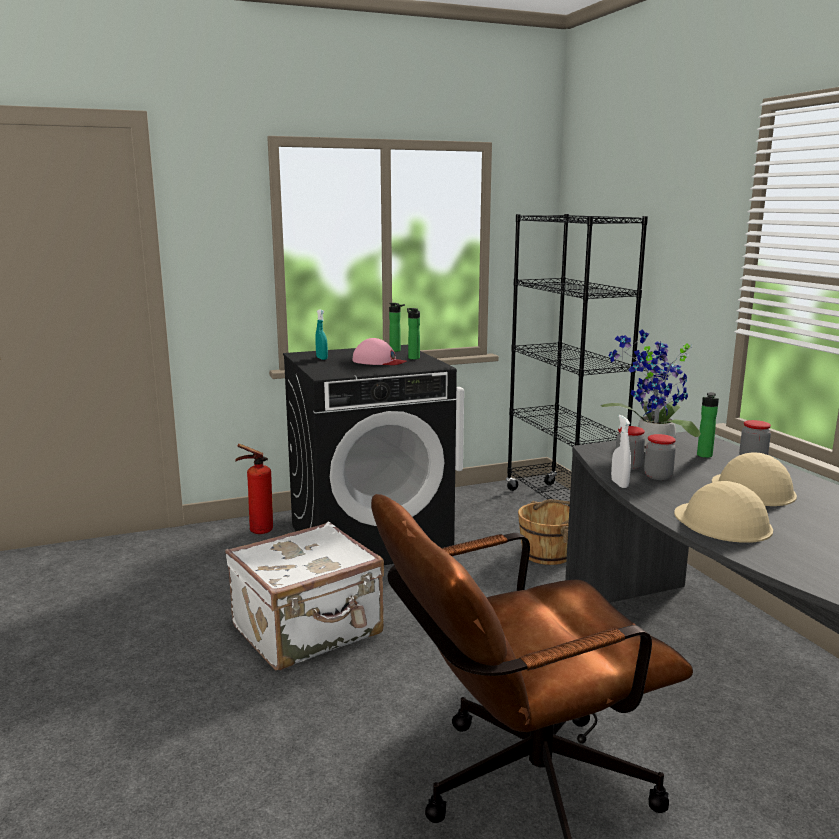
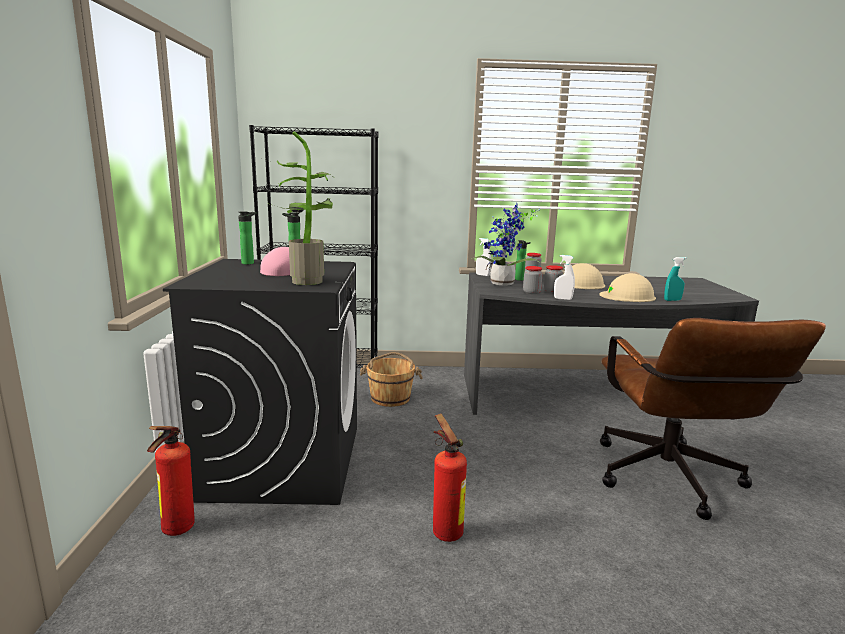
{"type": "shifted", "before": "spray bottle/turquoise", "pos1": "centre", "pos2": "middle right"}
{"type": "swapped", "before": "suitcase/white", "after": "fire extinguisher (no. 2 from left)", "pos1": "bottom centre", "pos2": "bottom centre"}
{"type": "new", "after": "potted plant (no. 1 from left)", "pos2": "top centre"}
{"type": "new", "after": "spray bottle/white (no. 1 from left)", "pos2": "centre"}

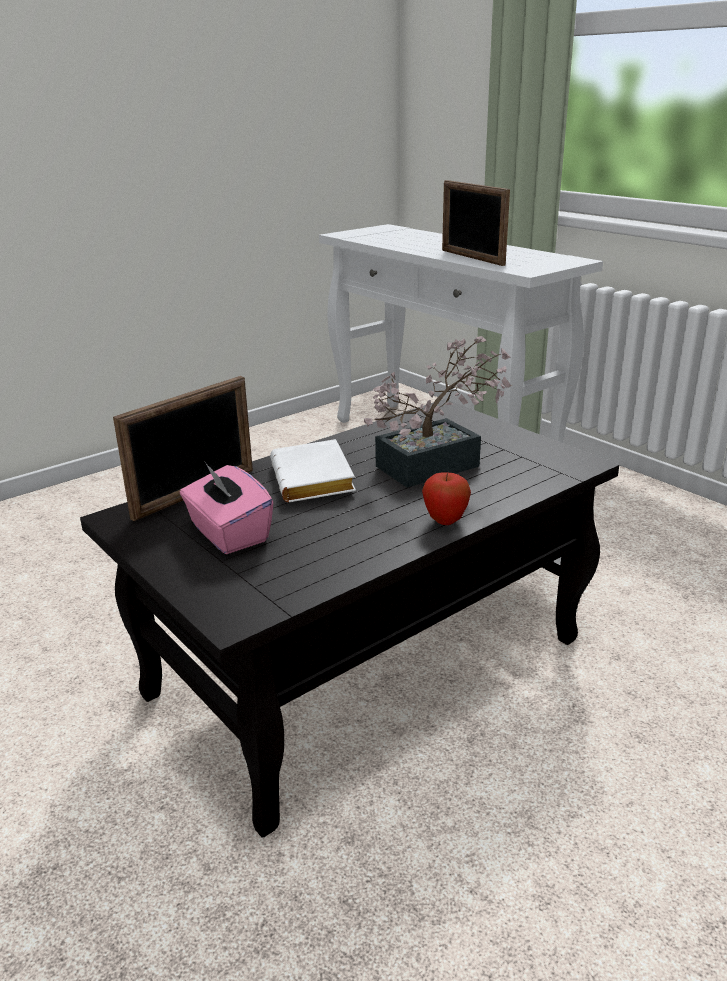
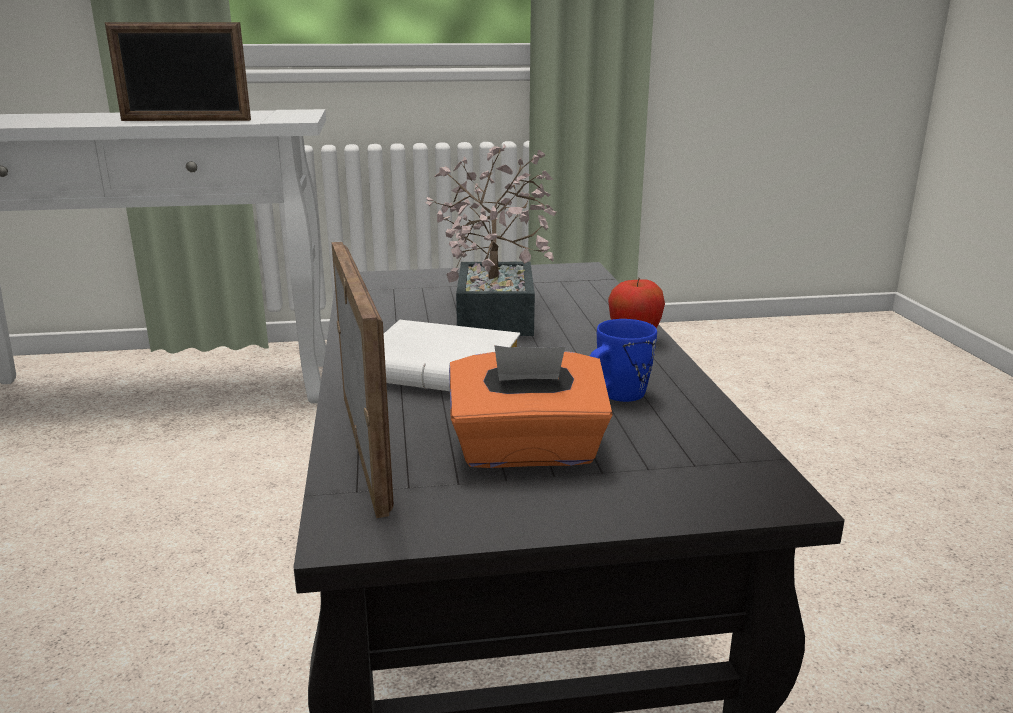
{"type": "repainted", "before": "tissue box/pink", "after": "tissue box/orange", "pos1": "middle left", "pos2": "centre"}
{"type": "new", "after": "mug/blue", "pos2": "centre"}

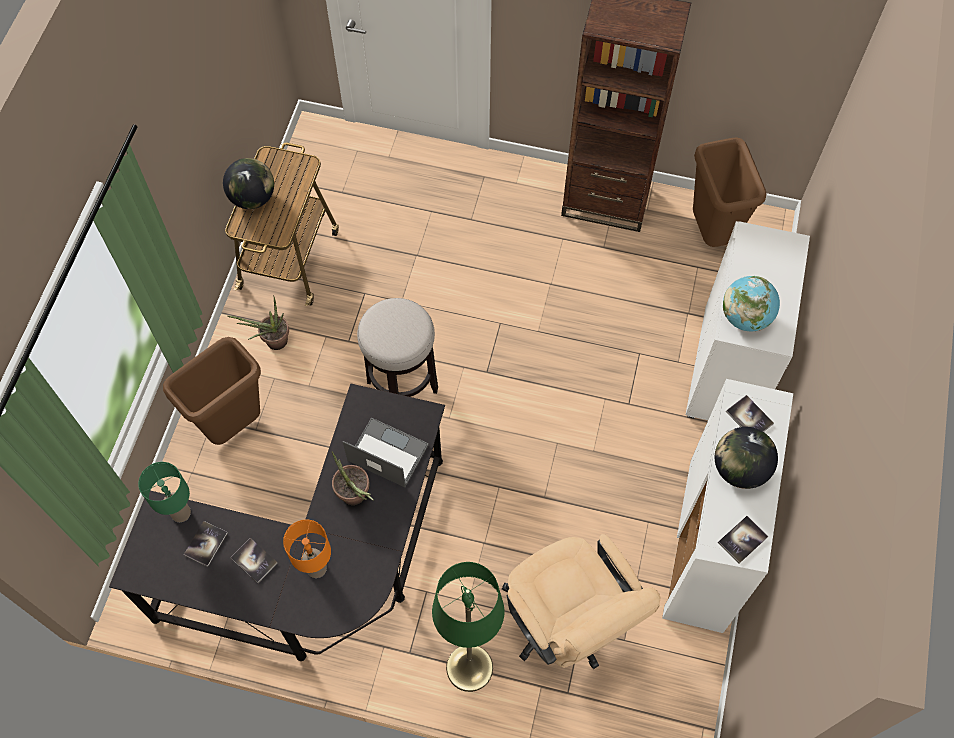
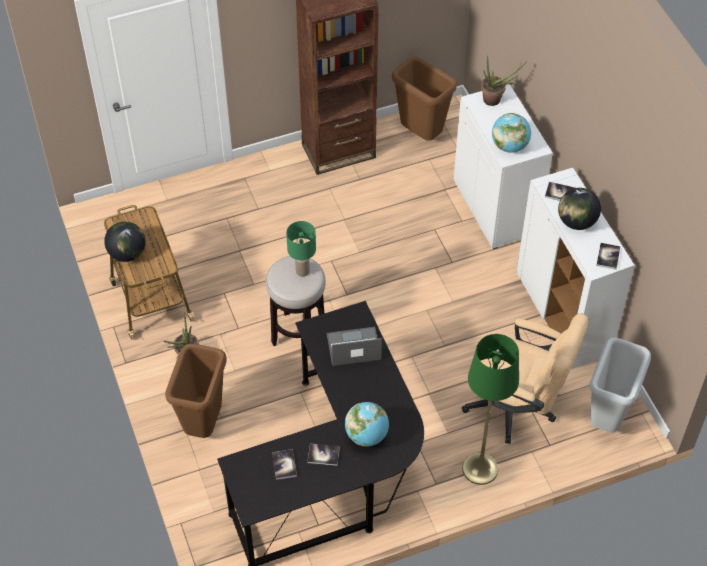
{"type": "shifted", "before": "potted plant (no. 2 from left)", "pos1": "centre", "pos2": "top right"}
{"type": "shifted", "before": "table lamp/green", "pos1": "bottom left", "pos2": "centre"}
{"type": "swapped", "before": "table lamp/orange", "after": "globe (no. 2 from left)", "pos1": "bottom left", "pos2": "bottom centre"}
{"type": "new", "after": "trash can/grey", "pos2": "bottom right"}

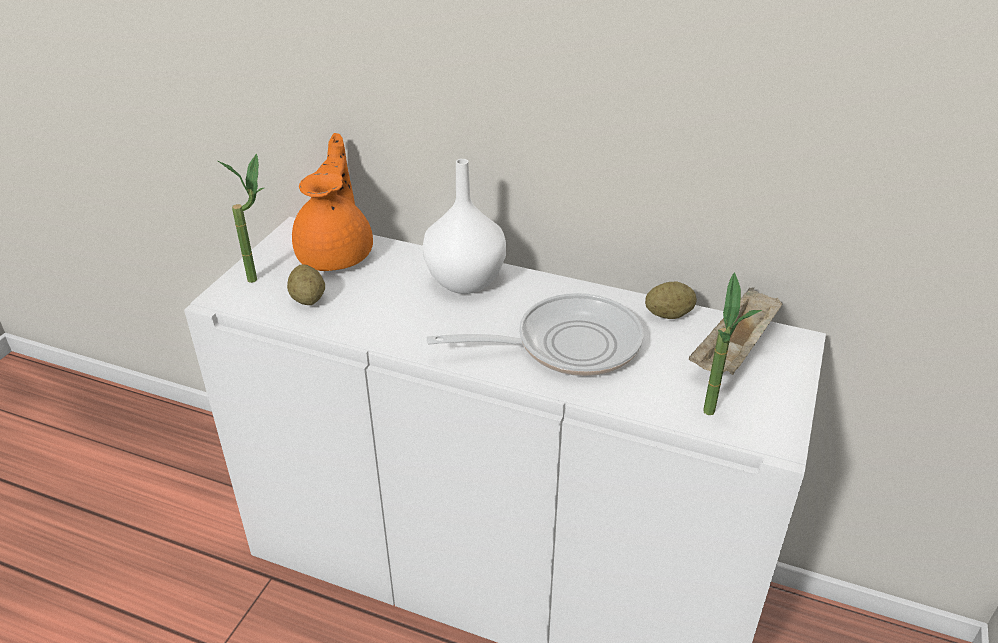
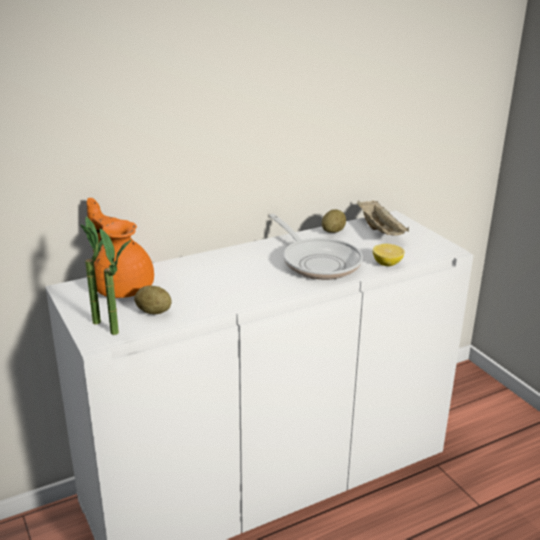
{"type": "gone", "before": "vase/white", "pos1": "centre"}
{"type": "shifted", "before": "potted plant (no. 2 from left)", "pos1": "middle right", "pos2": "middle left"}
{"type": "rotated", "before": "frying pan", "pos1": "centre", "pos2": "centre", "turn": 120}
{"type": "new", "after": "lemon", "pos2": "middle right"}

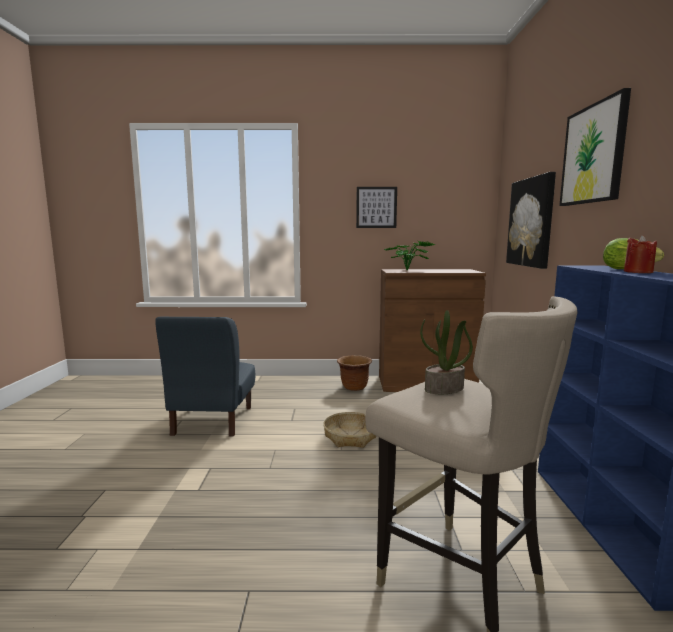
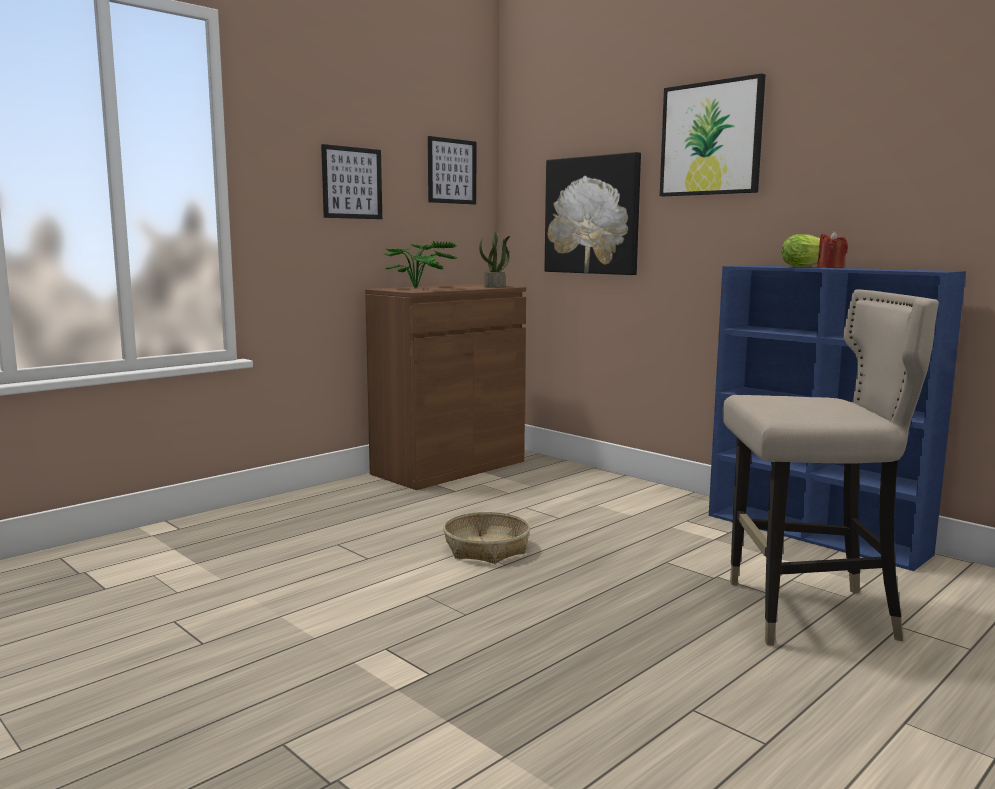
{"type": "shifted", "before": "potted plant (no. 2 from left)", "pos1": "centre", "pos2": "top centre"}
{"type": "gone", "before": "chair/blue", "pos1": "middle left"}
{"type": "gone", "before": "planter/brown", "pos1": "centre"}
{"type": "new", "after": "picture (no. 2 from left)", "pos2": "top centre"}

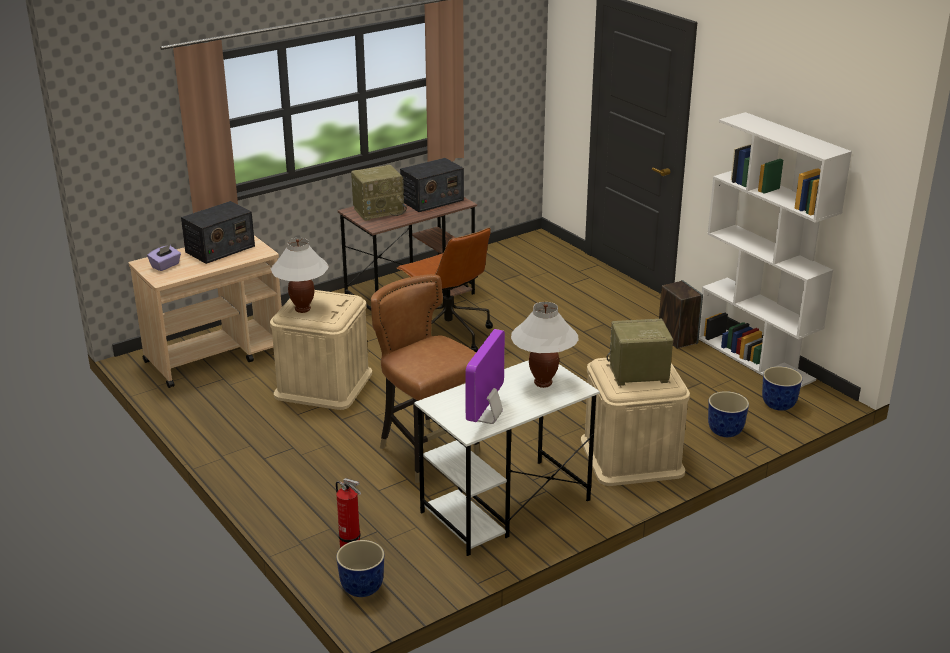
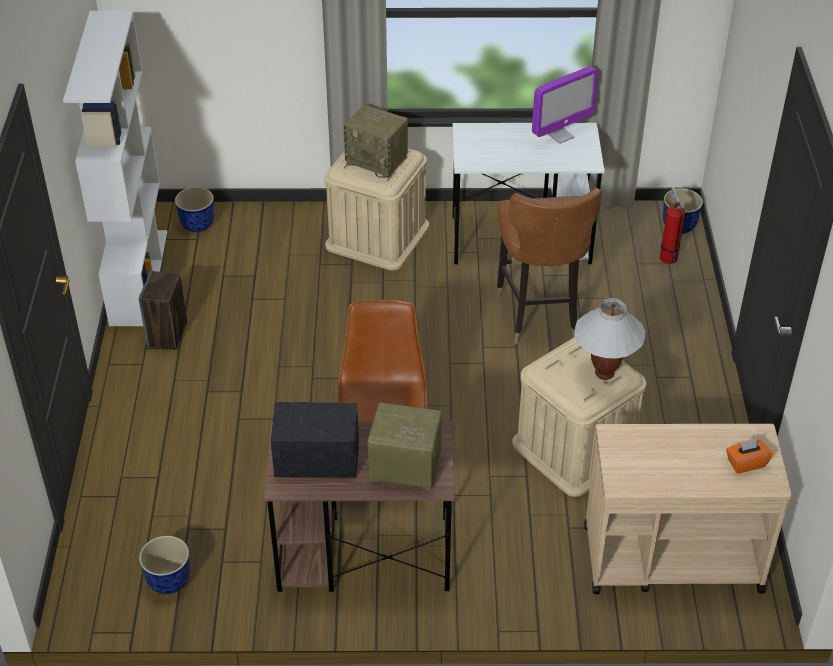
{"type": "gone", "before": "radio (no. 1 from left)", "pos1": "middle left"}
{"type": "repainted", "before": "tissue box/purple", "after": "tissue box/orange", "pos1": "middle left", "pos2": "bottom right"}
{"type": "gone", "before": "table lamp/white (no. 2 from left)", "pos1": "centre"}
{"type": "shifted", "before": "planter (no. 2 from left in the first image)", "after": "planter (no. 1 from left)", "pos1": "middle right", "pos2": "bottom left"}

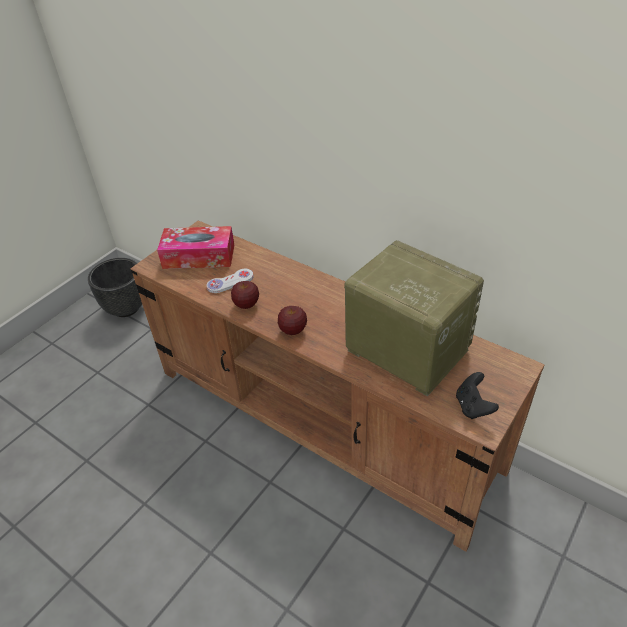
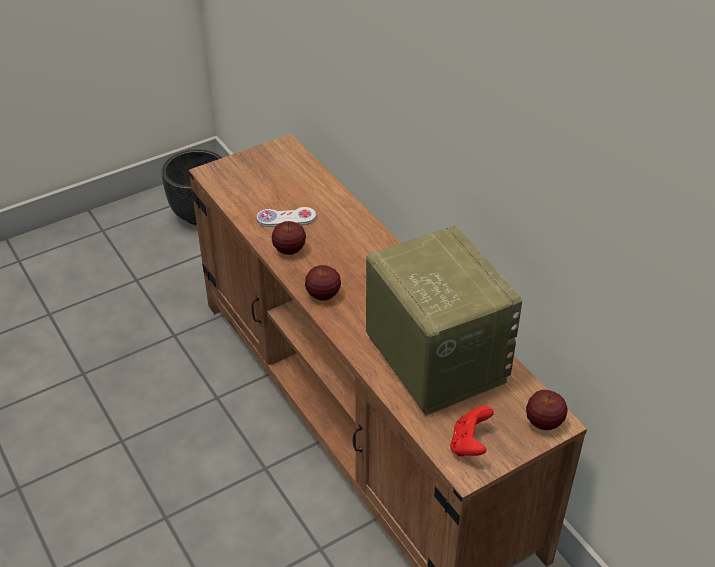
{"type": "gone", "before": "tissue box", "pos1": "middle left"}
{"type": "repainted", "before": "game controller/black", "after": "game controller/red", "pos1": "middle right", "pos2": "bottom centre"}
{"type": "new", "after": "apple (no. 3 from left)", "pos2": "bottom right"}

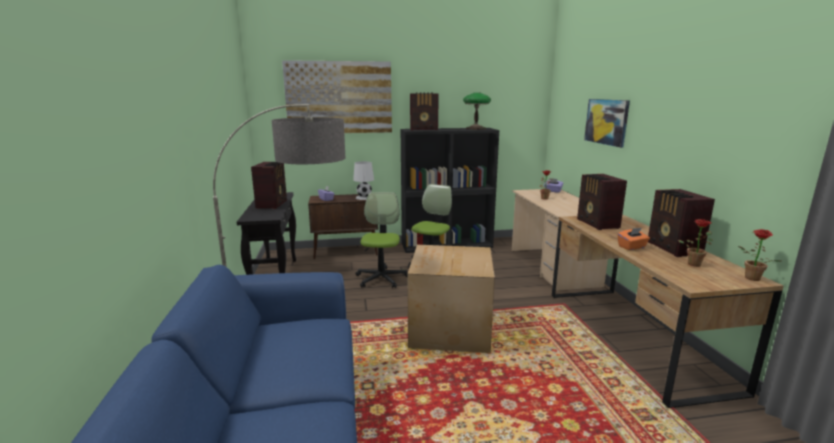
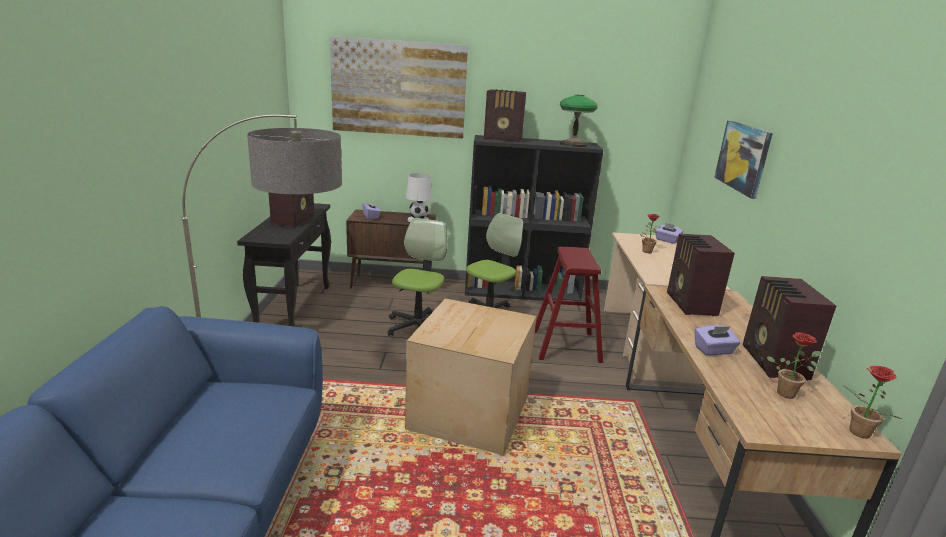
{"type": "repainted", "before": "tissue box/orange", "after": "tissue box/purple (no. 3 from left)", "pos1": "middle right", "pos2": "middle right"}
{"type": "new", "after": "stool/red", "pos2": "centre"}

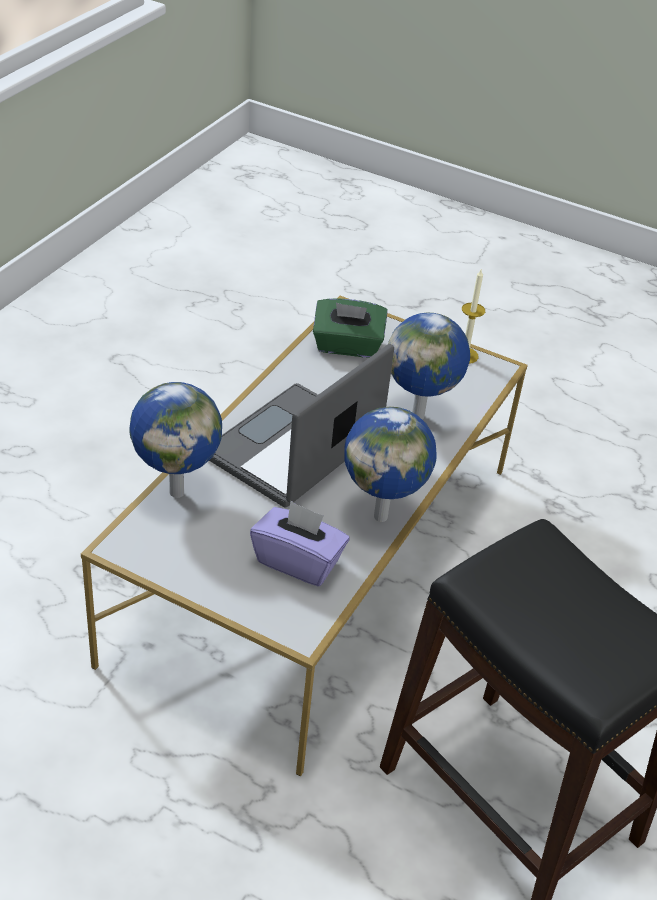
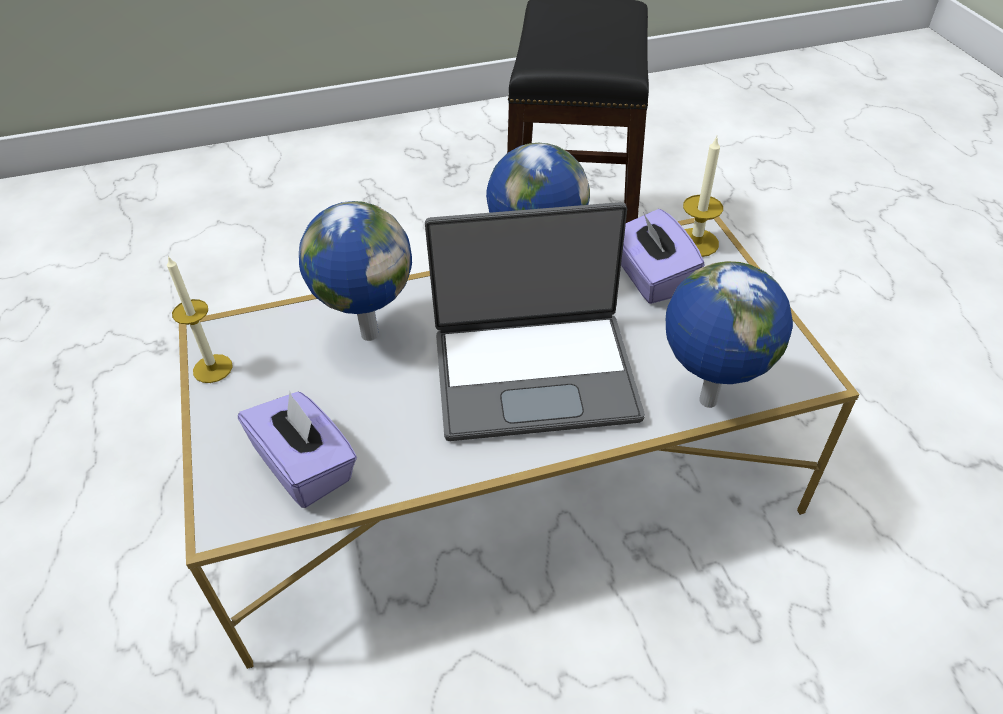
{"type": "repainted", "before": "tissue box/green", "after": "tissue box/purple (no. 1 from left)", "pos1": "centre", "pos2": "middle left"}
{"type": "new", "after": "candle (no. 2 from left)", "pos2": "top right"}

